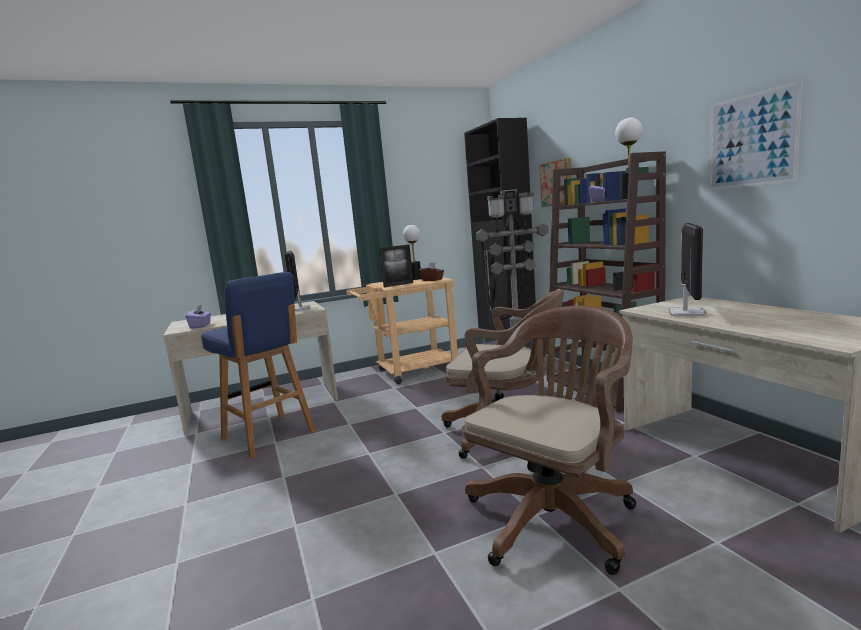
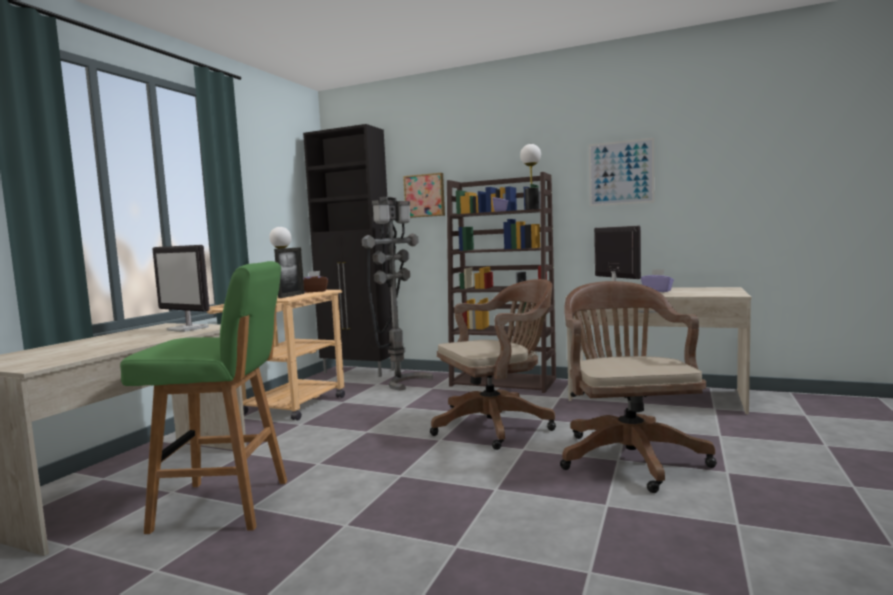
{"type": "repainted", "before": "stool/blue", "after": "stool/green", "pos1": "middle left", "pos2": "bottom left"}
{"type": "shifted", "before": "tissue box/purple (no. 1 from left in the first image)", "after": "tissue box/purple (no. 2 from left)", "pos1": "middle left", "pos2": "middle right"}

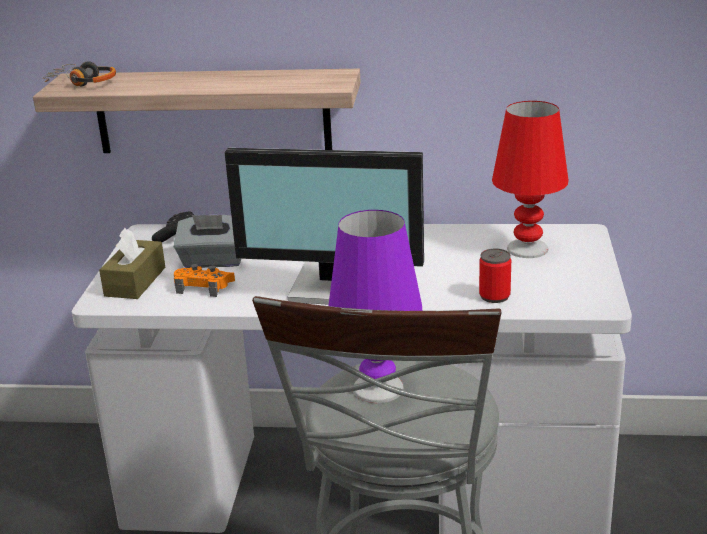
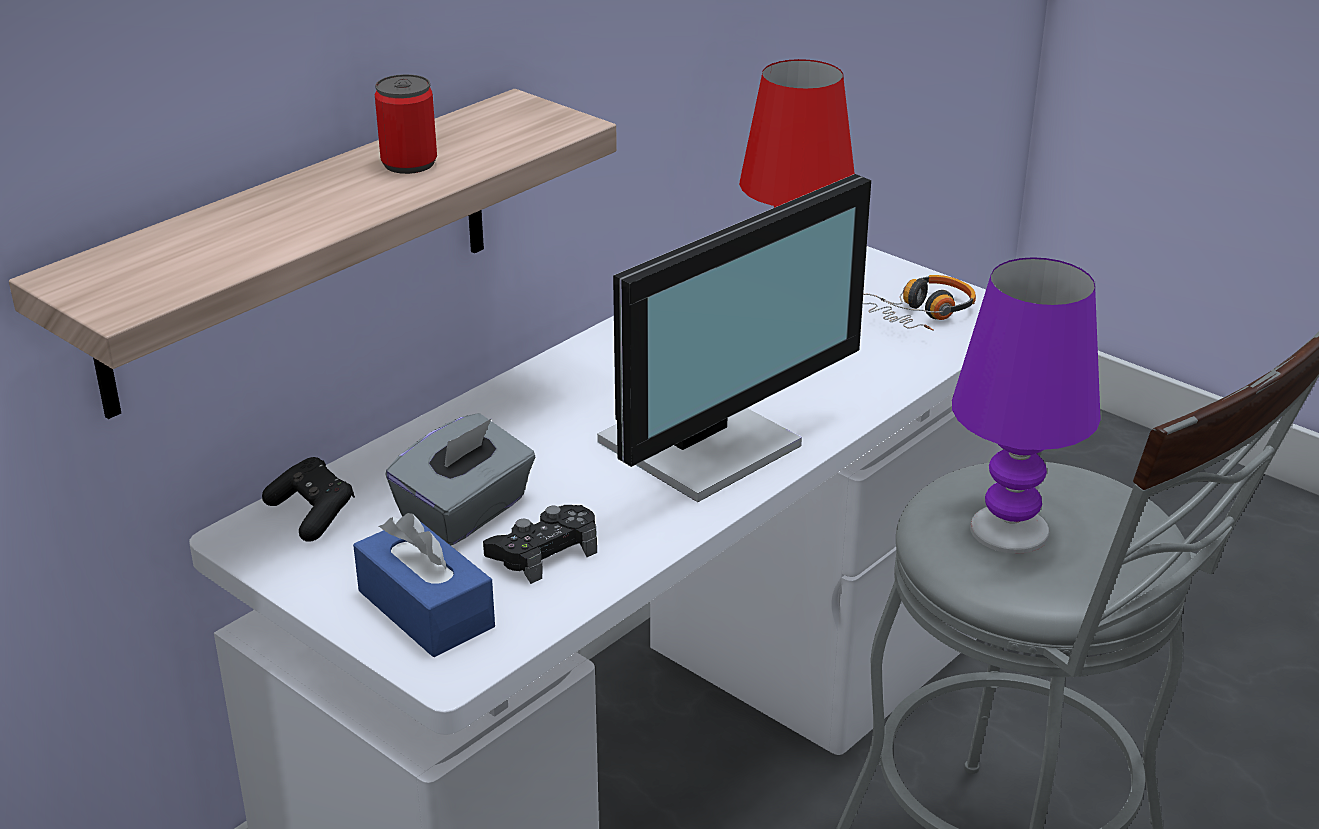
{"type": "shifted", "before": "headphones", "pos1": "top left", "pos2": "middle right"}
{"type": "repainted", "before": "tissue box/brown", "after": "tissue box/blue", "pos1": "middle left", "pos2": "bottom left"}
{"type": "shifted", "before": "can", "pos1": "middle right", "pos2": "top left"}
{"type": "repainted", "before": "game controller/orange", "after": "game controller/black (no. 2 from left)", "pos1": "middle left", "pos2": "centre"}

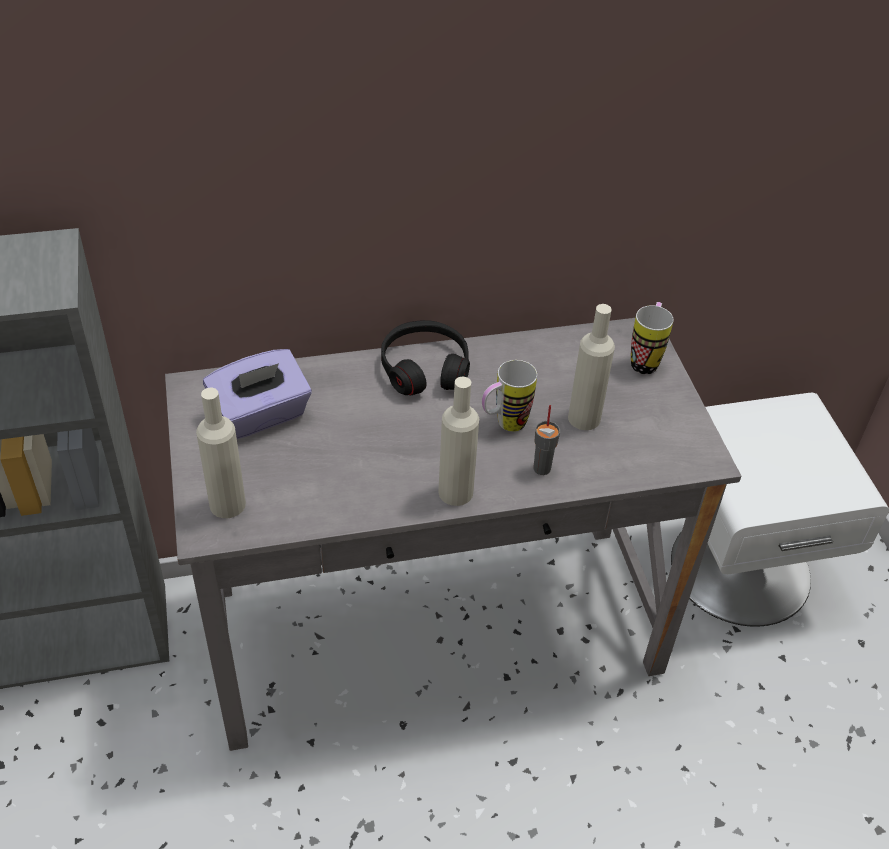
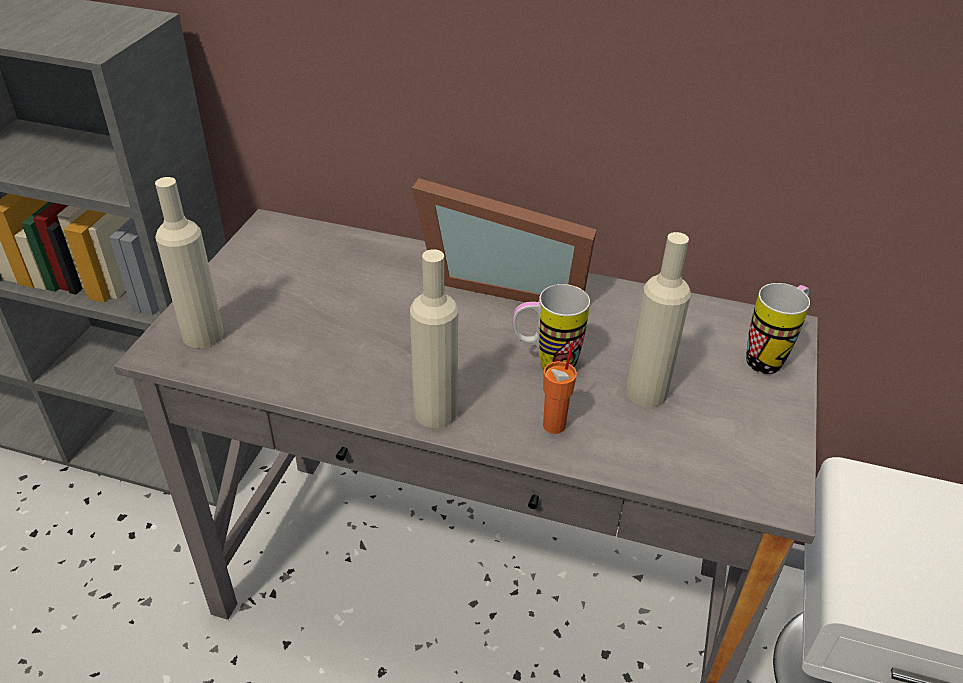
{"type": "swapped", "before": "headphones/black", "after": "picture frame", "pos1": "centre", "pos2": "centre"}
{"type": "gone", "before": "tissue box/purple", "pos1": "middle left"}
{"type": "repainted", "before": "cup/grey", "after": "cup/orange", "pos1": "centre", "pos2": "centre"}

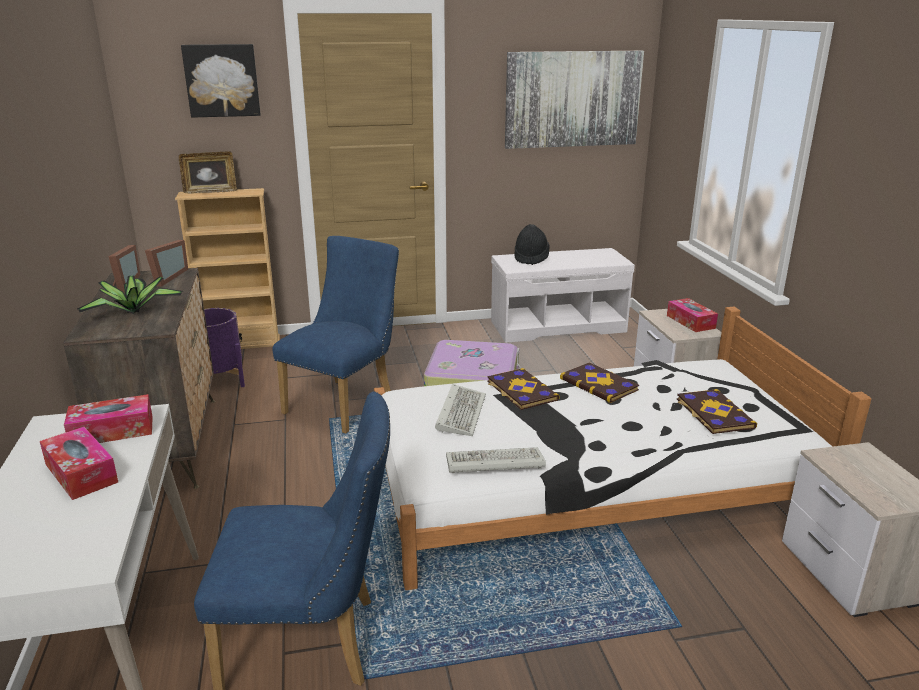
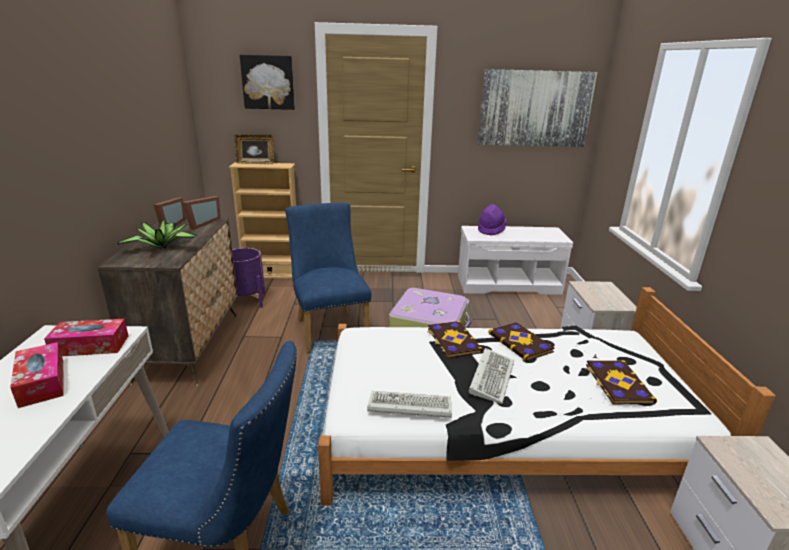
{"type": "repainted", "before": "hat/black", "after": "hat/purple", "pos1": "centre", "pos2": "centre"}
{"type": "rotated", "before": "chair/blue (no. 2 from left)", "pos1": "centre", "pos2": "centre", "turn": -60}
{"type": "gone", "before": "tissue box (no. 3 from left)", "pos1": "middle right"}
{"type": "shifted", "before": "keyboard (no. 1 from left in the first image)", "after": "keyboard (no. 2 from left)", "pos1": "centre", "pos2": "bottom centre"}

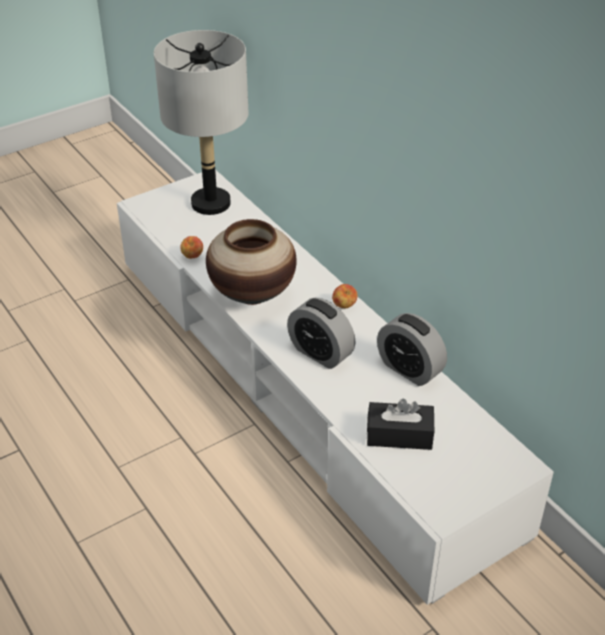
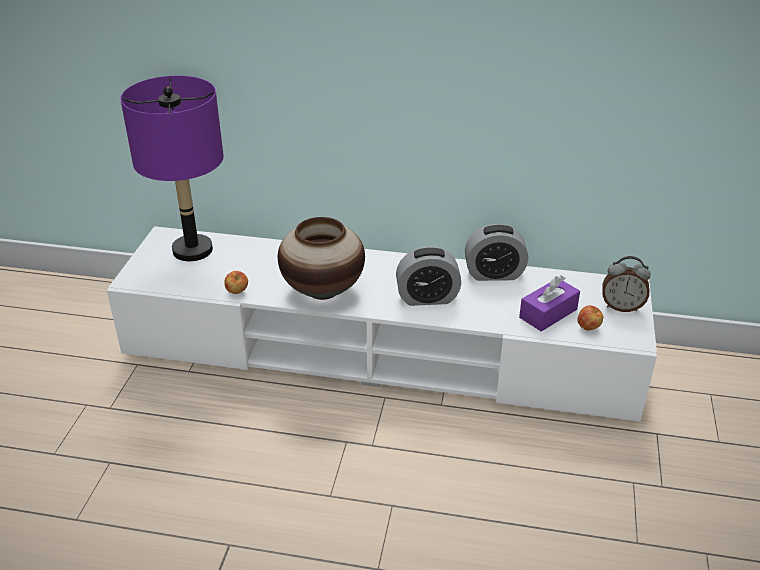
{"type": "repainted", "before": "table lamp/grey", "after": "table lamp/purple", "pos1": "top left", "pos2": "top left"}
{"type": "shifted", "before": "apple (no. 2 from left)", "pos1": "centre", "pos2": "middle right"}
{"type": "repainted", "before": "tissue box/black", "after": "tissue box/purple", "pos1": "bottom centre", "pos2": "middle right"}
{"type": "new", "after": "alarm clock (no. 3 from left)", "pos2": "middle right"}

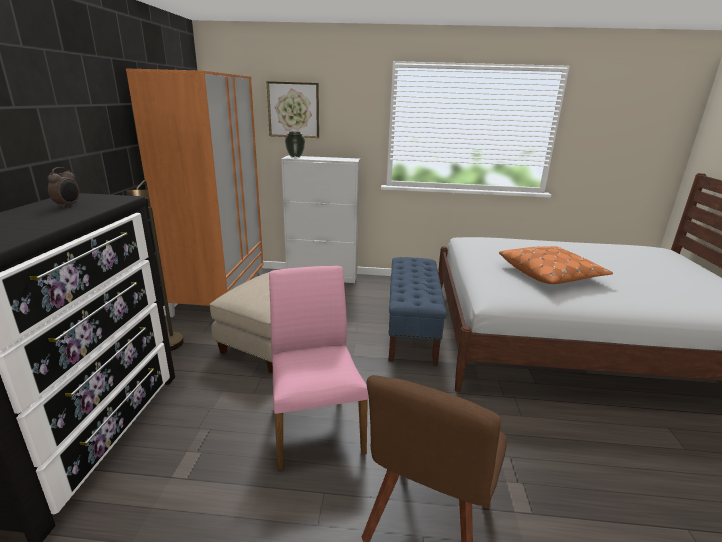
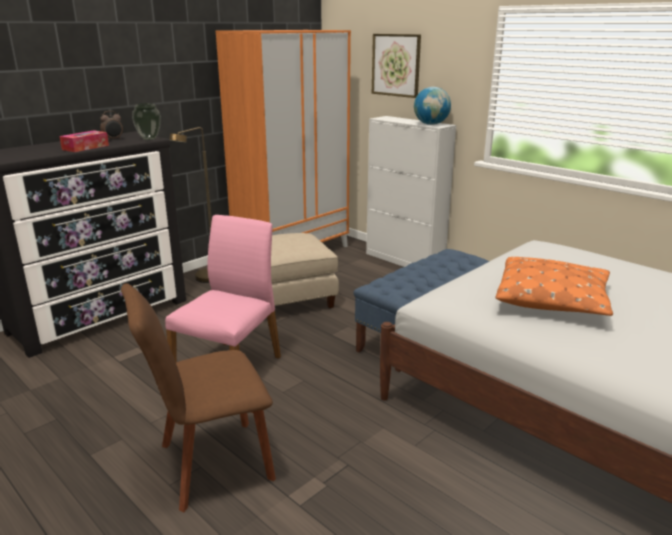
{"type": "shifted", "before": "vase", "pos1": "top centre", "pos2": "top left"}
{"type": "new", "after": "globe", "pos2": "top centre"}
{"type": "new", "after": "tissue box", "pos2": "top left"}

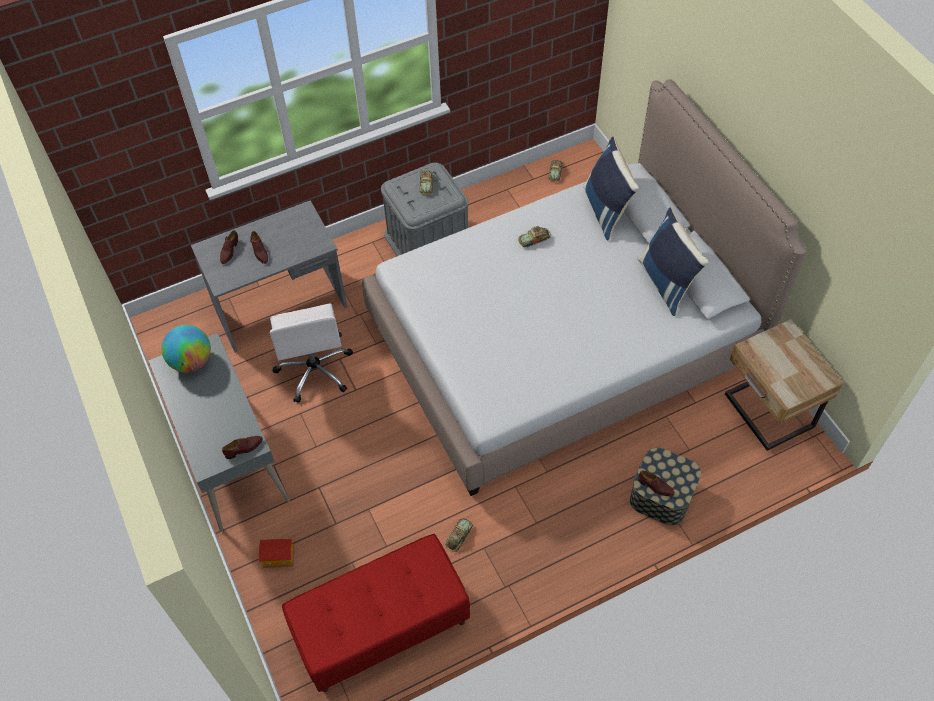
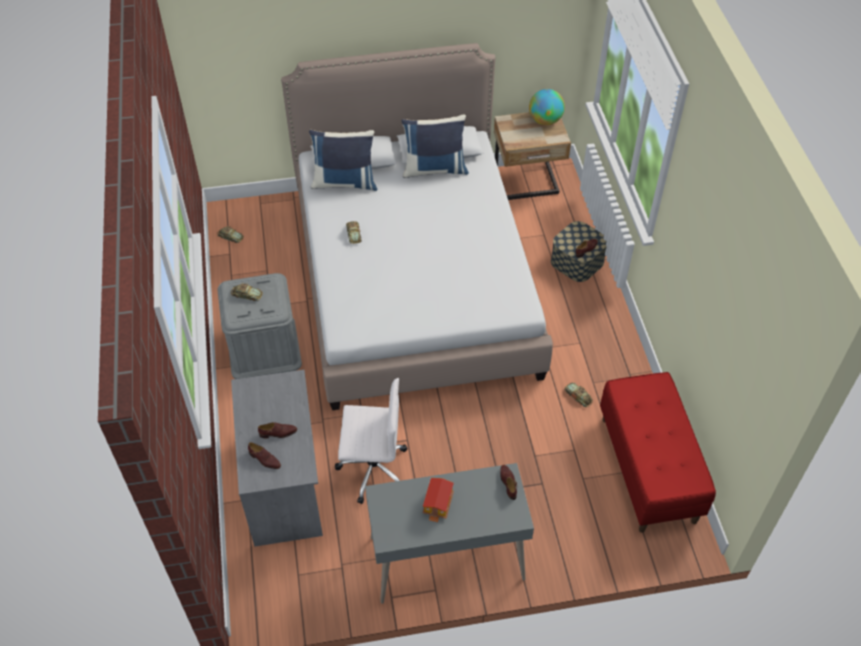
{"type": "shifted", "before": "globe", "pos1": "middle left", "pos2": "top centre"}
{"type": "shifted", "before": "toy house", "pos1": "bottom left", "pos2": "bottom centre"}

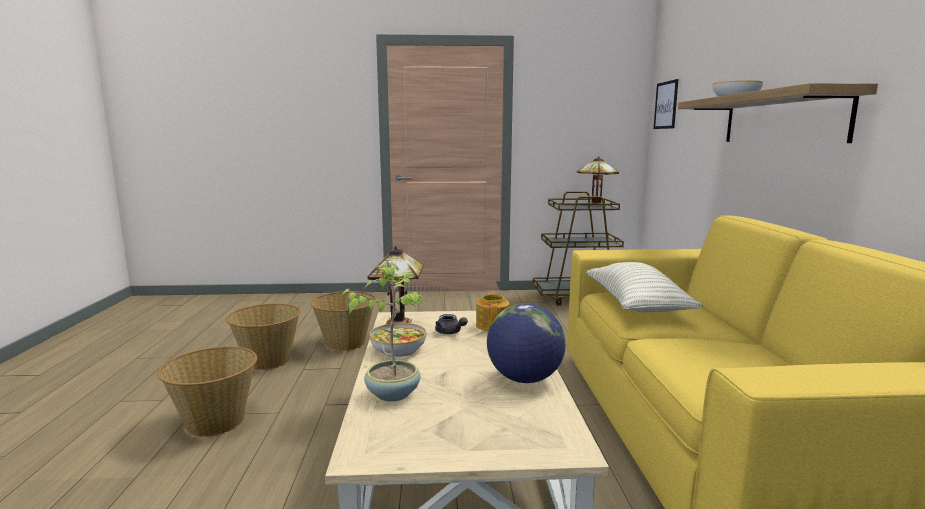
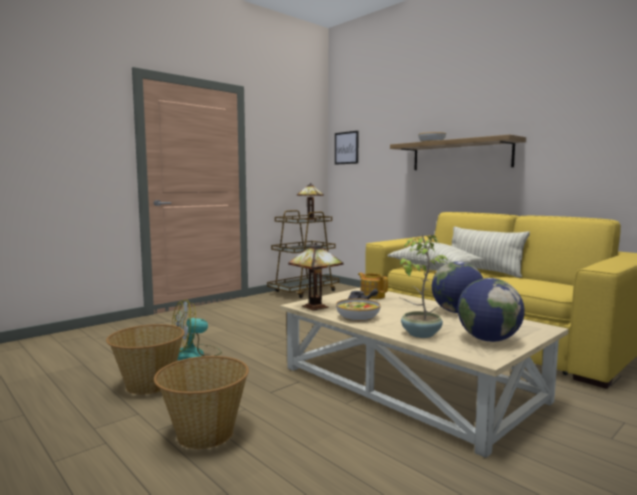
{"type": "swapped", "before": "basket (no. 3 from left)", "after": "fan", "pos1": "centre", "pos2": "middle left"}
{"type": "new", "after": "pillow (no. 2 from left)", "pos2": "middle right"}
{"type": "new", "after": "globe (no. 2 from left)", "pos2": "middle right"}

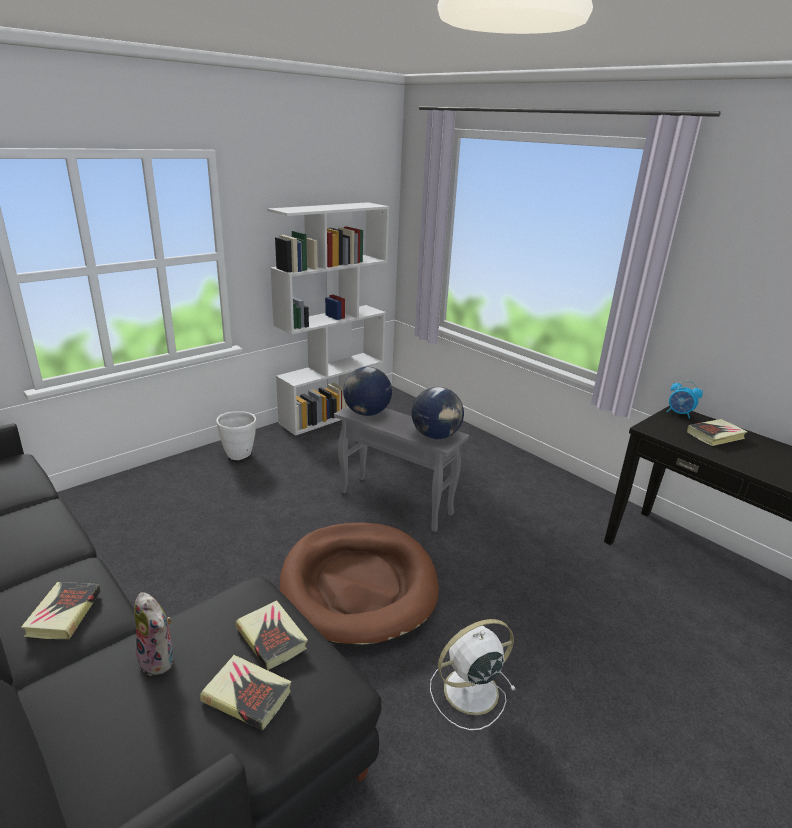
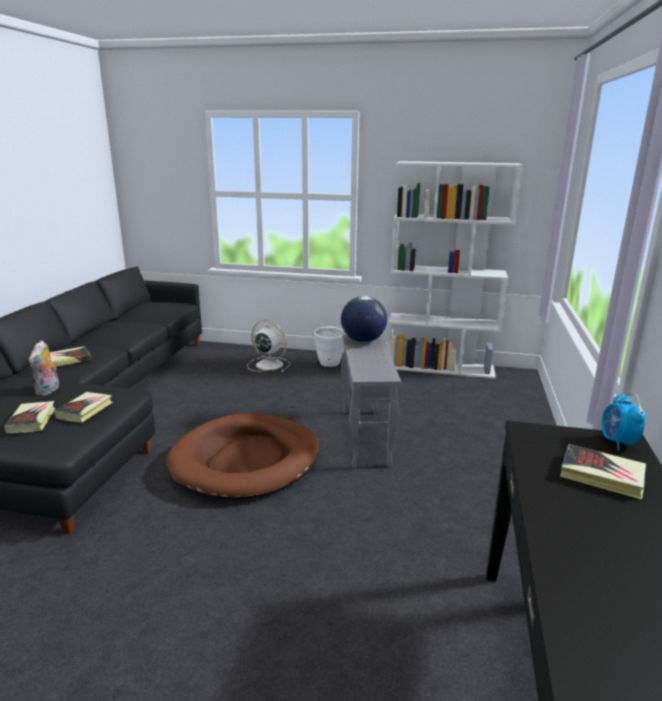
{"type": "gone", "before": "globe (no. 2 from left)", "pos1": "centre"}
{"type": "shifted", "before": "fan/white", "pos1": "bottom centre", "pos2": "centre"}

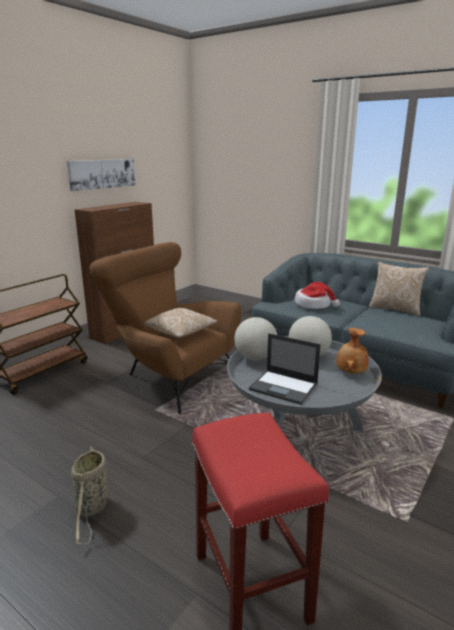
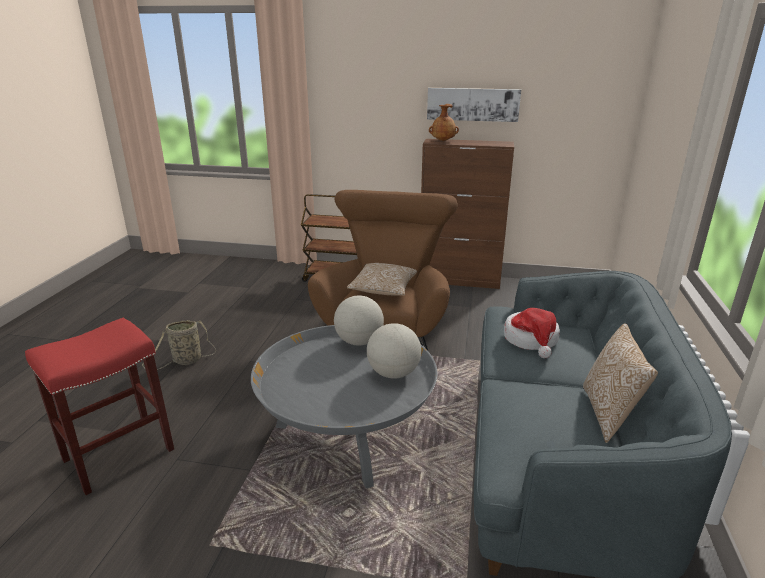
{"type": "shifted", "before": "vase/brown", "pos1": "middle right", "pos2": "top centre"}
{"type": "gone", "before": "laptop", "pos1": "centre"}

